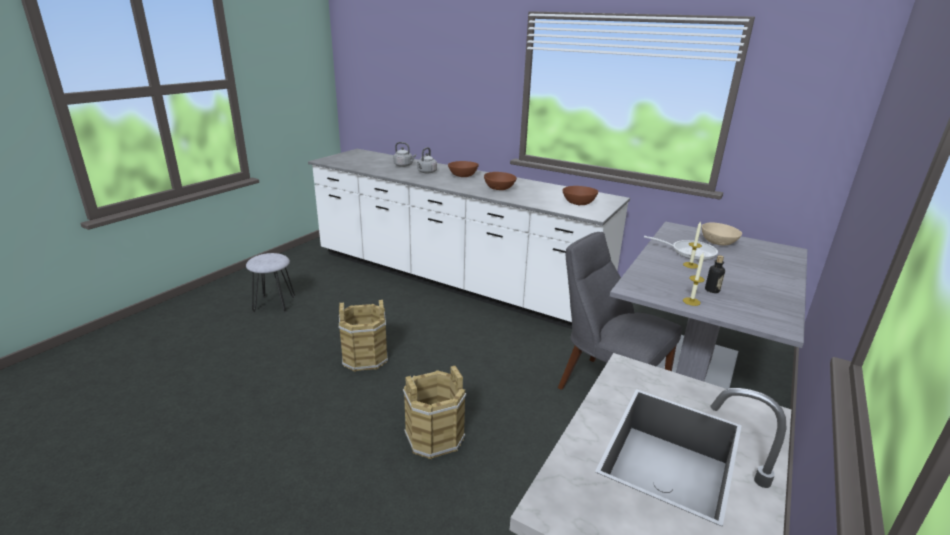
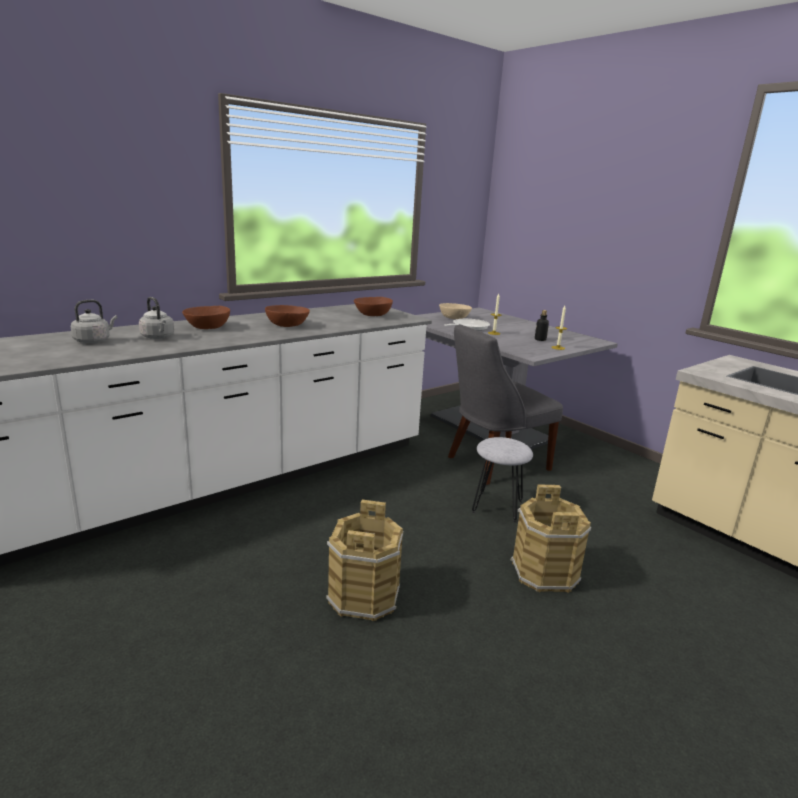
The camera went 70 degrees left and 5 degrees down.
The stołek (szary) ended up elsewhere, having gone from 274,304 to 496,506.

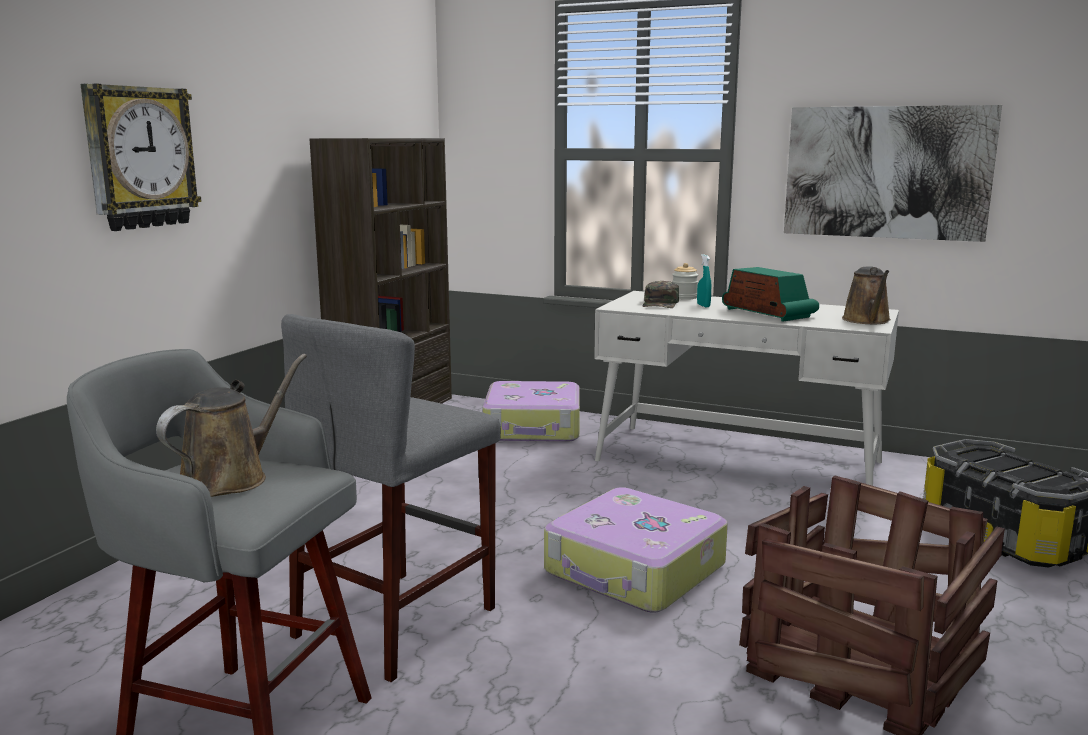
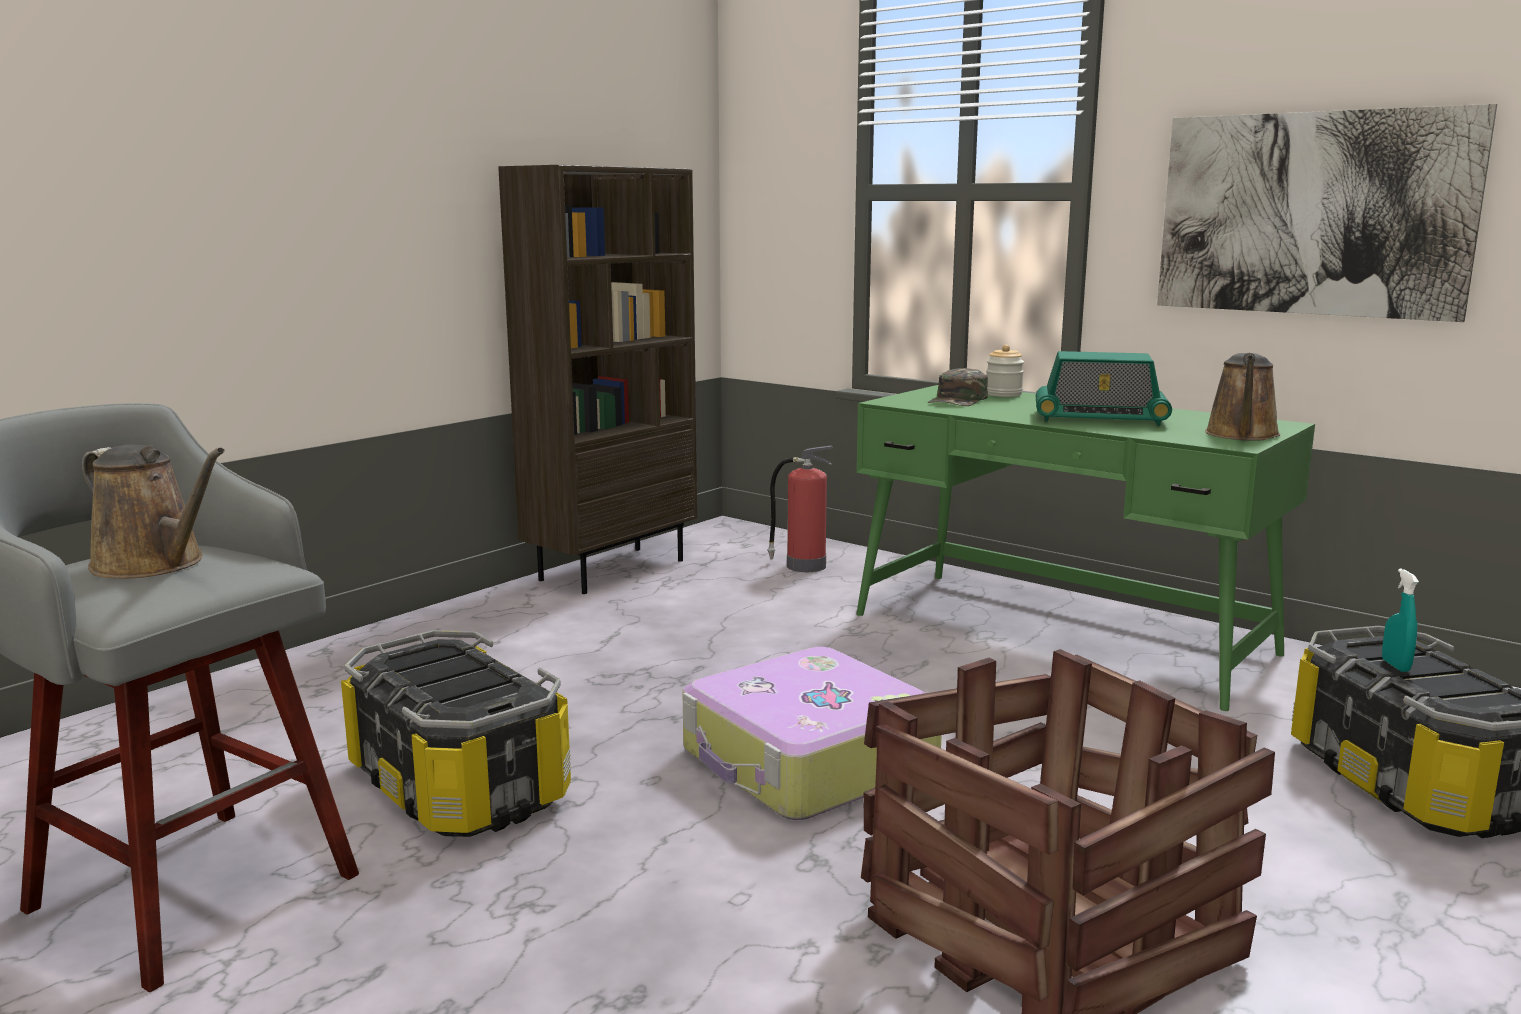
The camera went 15 degrees right and 0 degrees up.
The second view lost the zegar ścienny at 140,157.
The spryskiwacz (turkusowy) ended up elsewhere, having gone from 703,306 to 1395,665.
Where the stołek (szary) stood at 397,622, the pojemnik do przechowywania came to stand at 457,787.
Where the walizka stood at 533,427, the gaśnica came to stand at 803,566.
What was the biurko (biały) at 738,461 turned into the biurko (zielony) at 1060,634.
The konewka (brązowy) at 230,478 ended up facing another way, 75 degrees clockwise from before.
The radio at 768,313 ended up facing another way, 120 degrees clockwise from before.

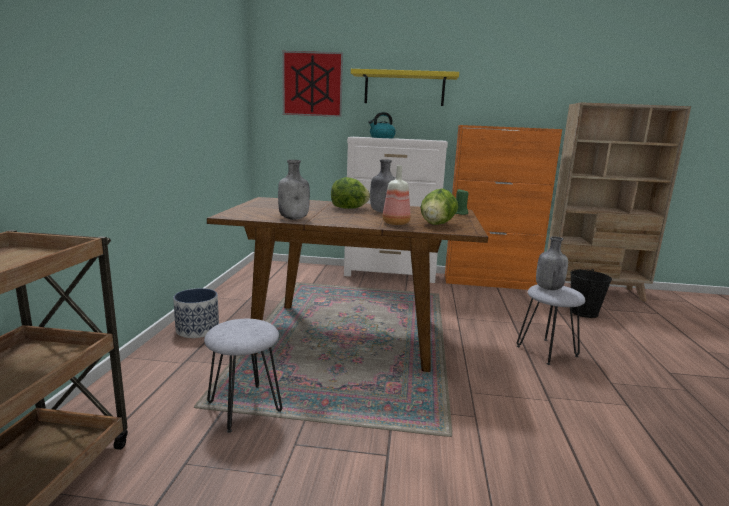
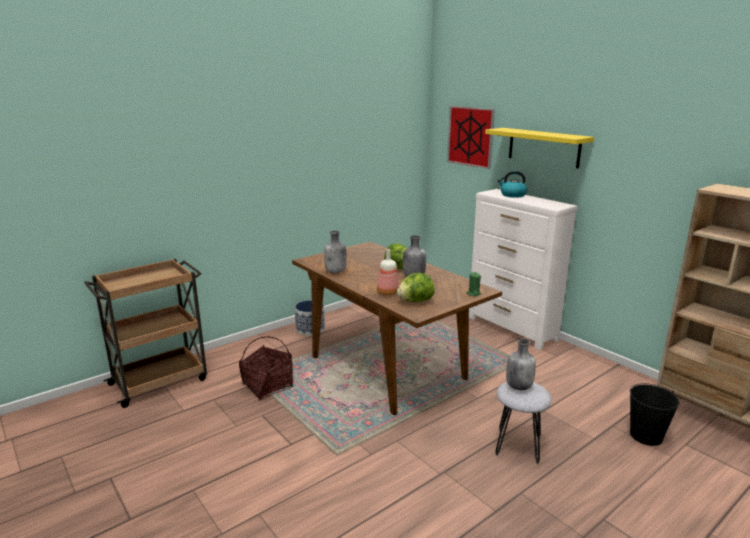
The camera went 45 degrees right and 5 degrees up.
The second view lost the szafka (pomarańczowy) at 490,282.
Where the stołek (szary) stood at 243,408, the koszyk came to stand at 267,386.

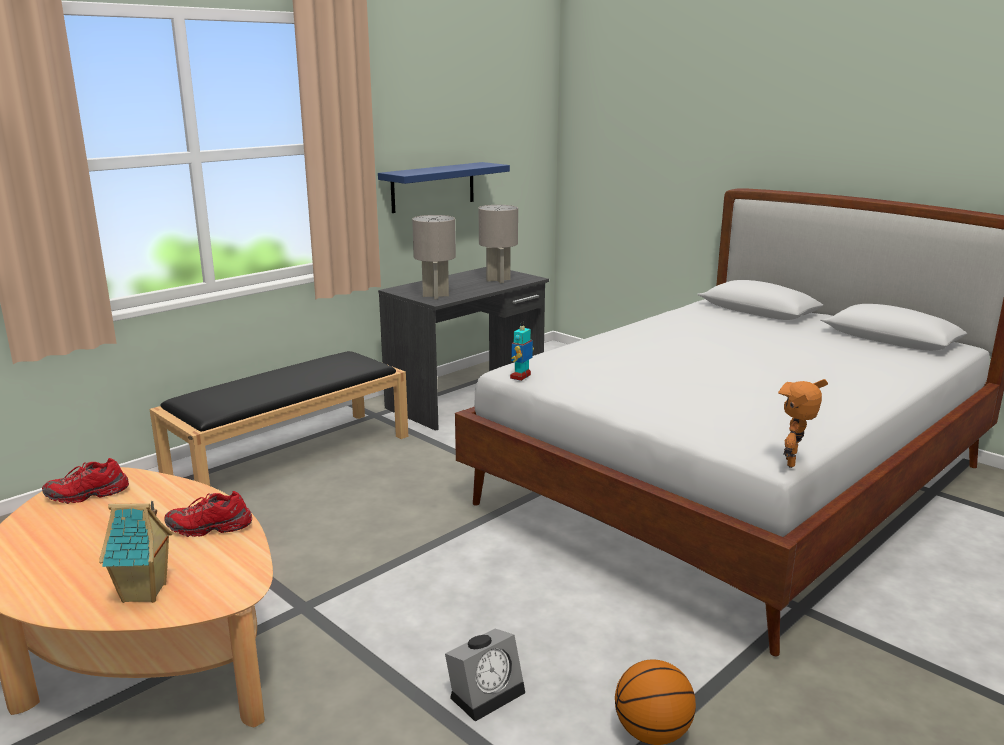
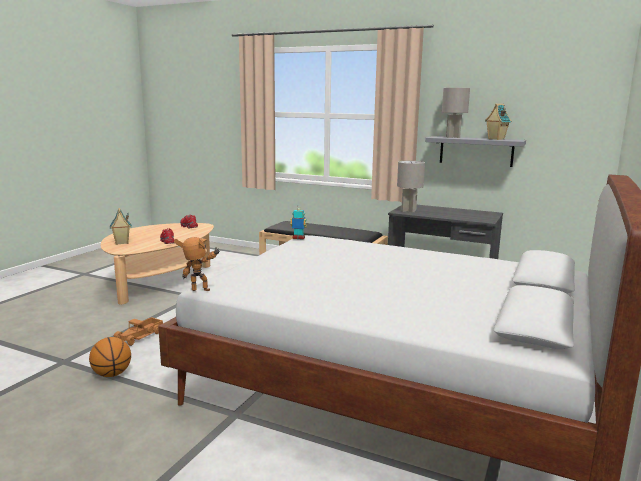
The camera went 70 degrees right and 5 degrees down.
The second view gained the domek at 495,139.
The lampa stołowa (szary) ended up elsewhere, having gone from 497,280 to 452,137.
Where the budzik stood at 487,692, the ciężarówka zabawkowa came to stand at 140,336.
What was the półka (niebieski) at 433,187 turned into the półka (szary) at 476,151.

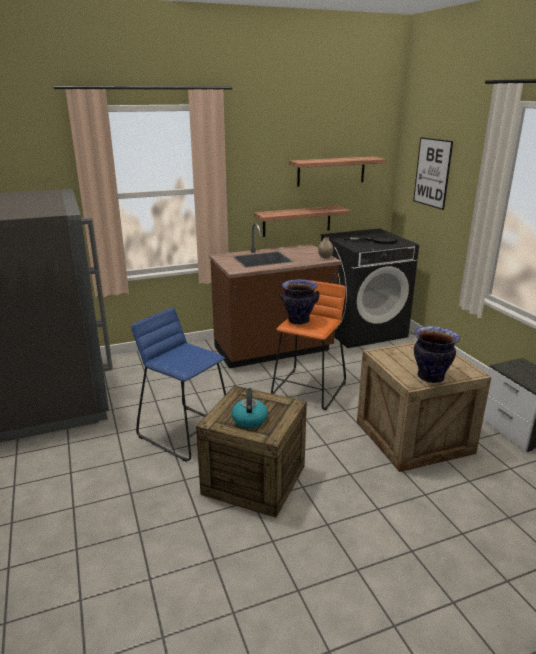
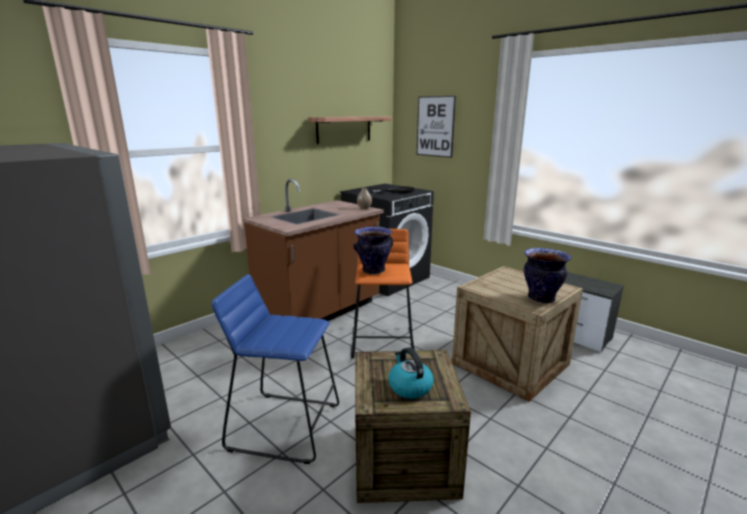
The camera went 25 degrees left and 5 degrees down.
The second view lost the półka at 297,221.

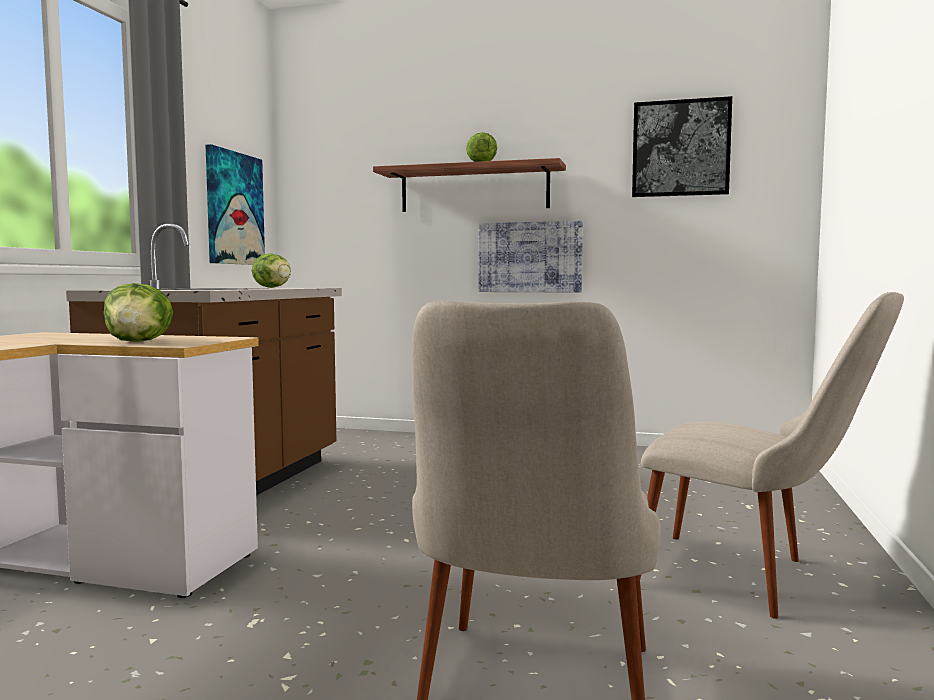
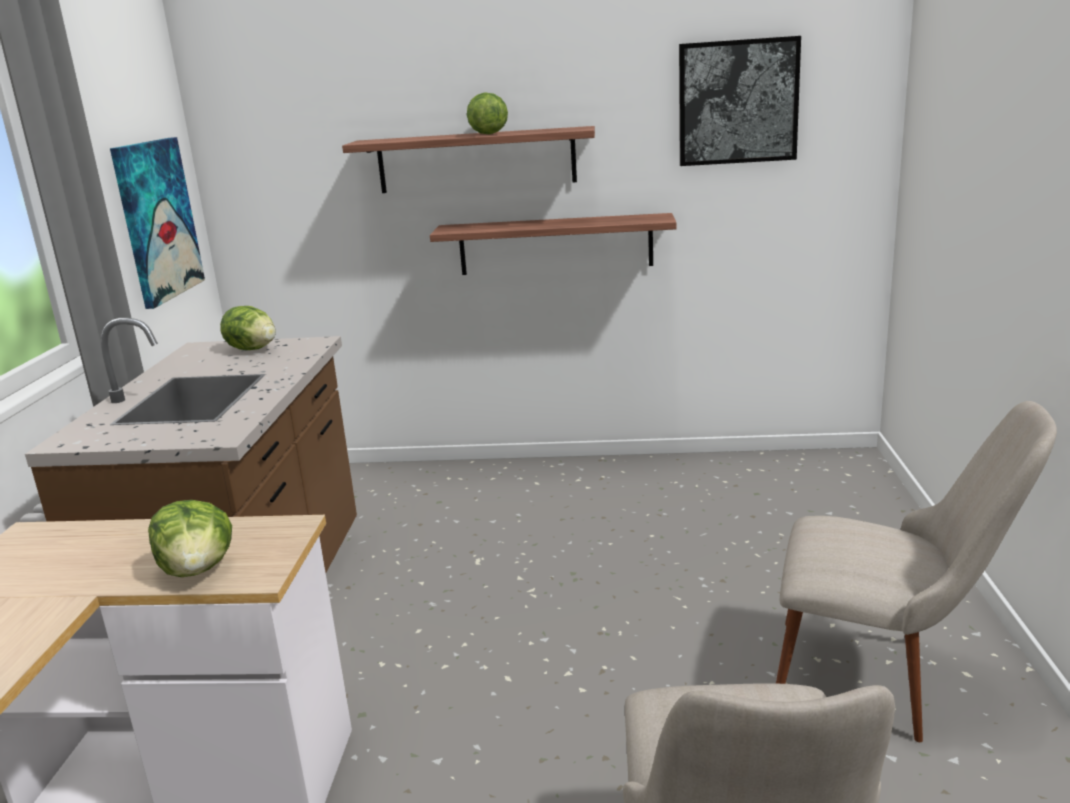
The camera went 10 degrees left and 15 degrees up.
Where the obraz hung at 530,257, the półka came to hang at 555,244.

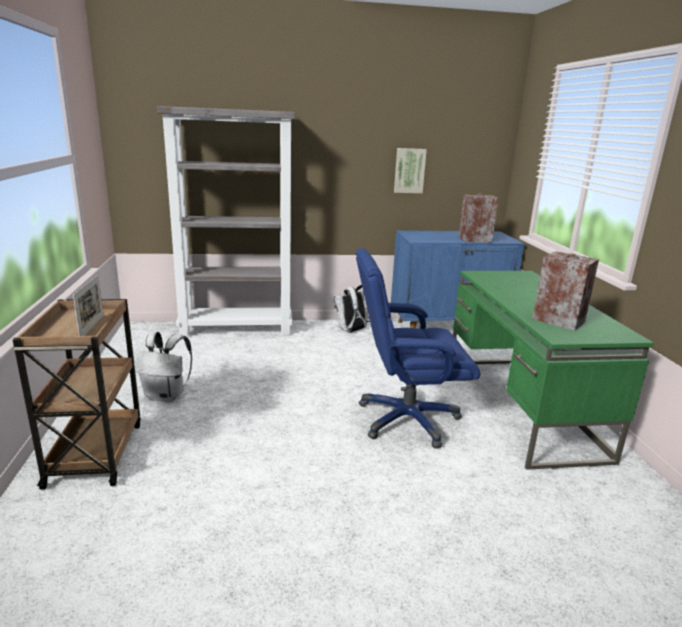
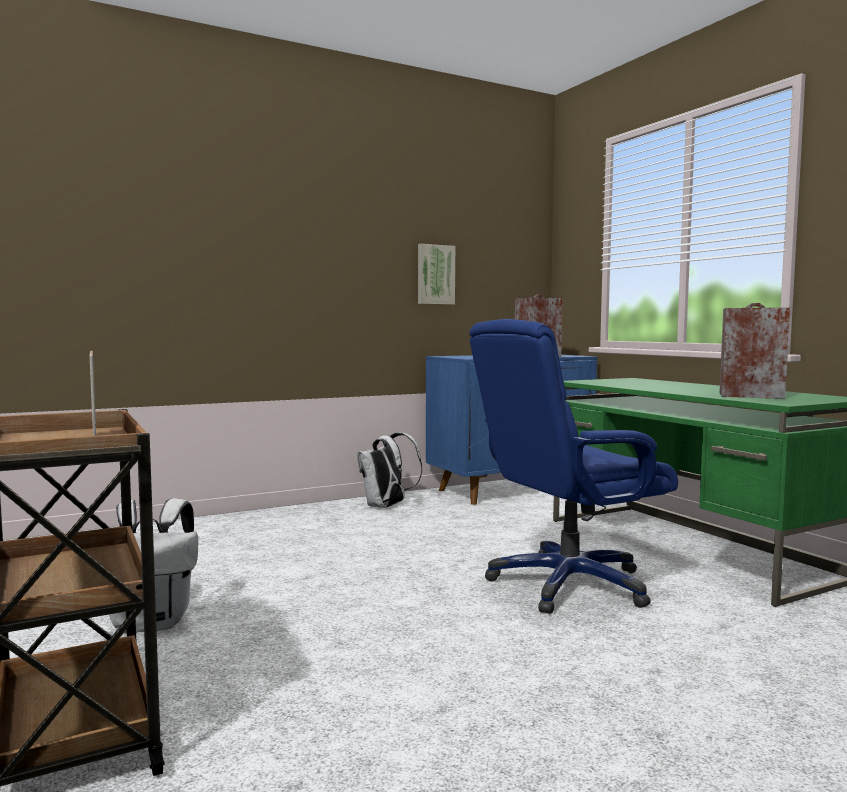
The camera went 20 degrees left and 15 degrees down.
The second view lost the regał (szary) at 237,329.

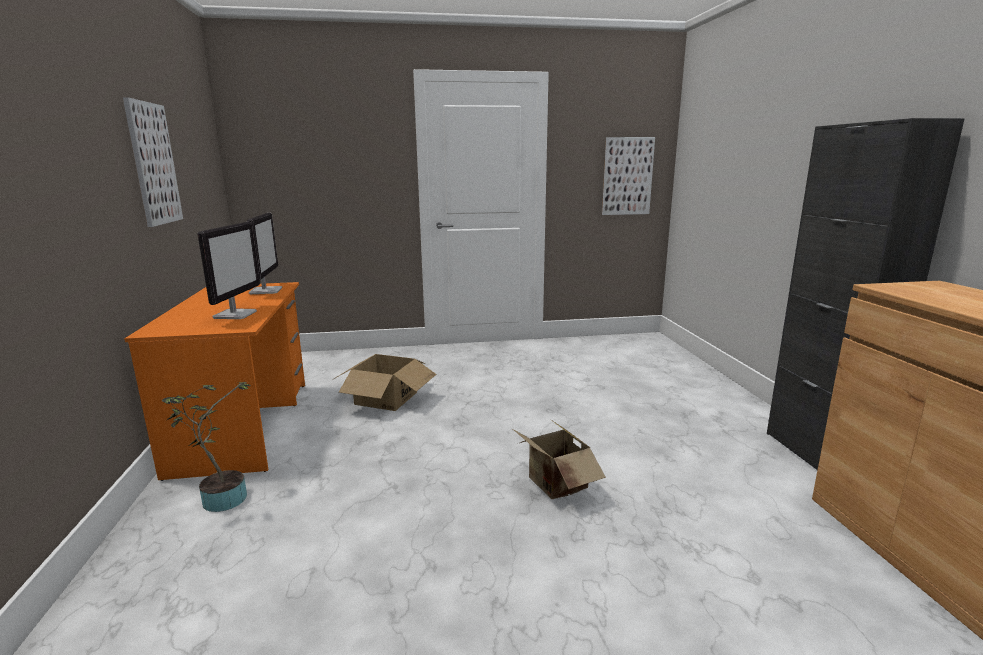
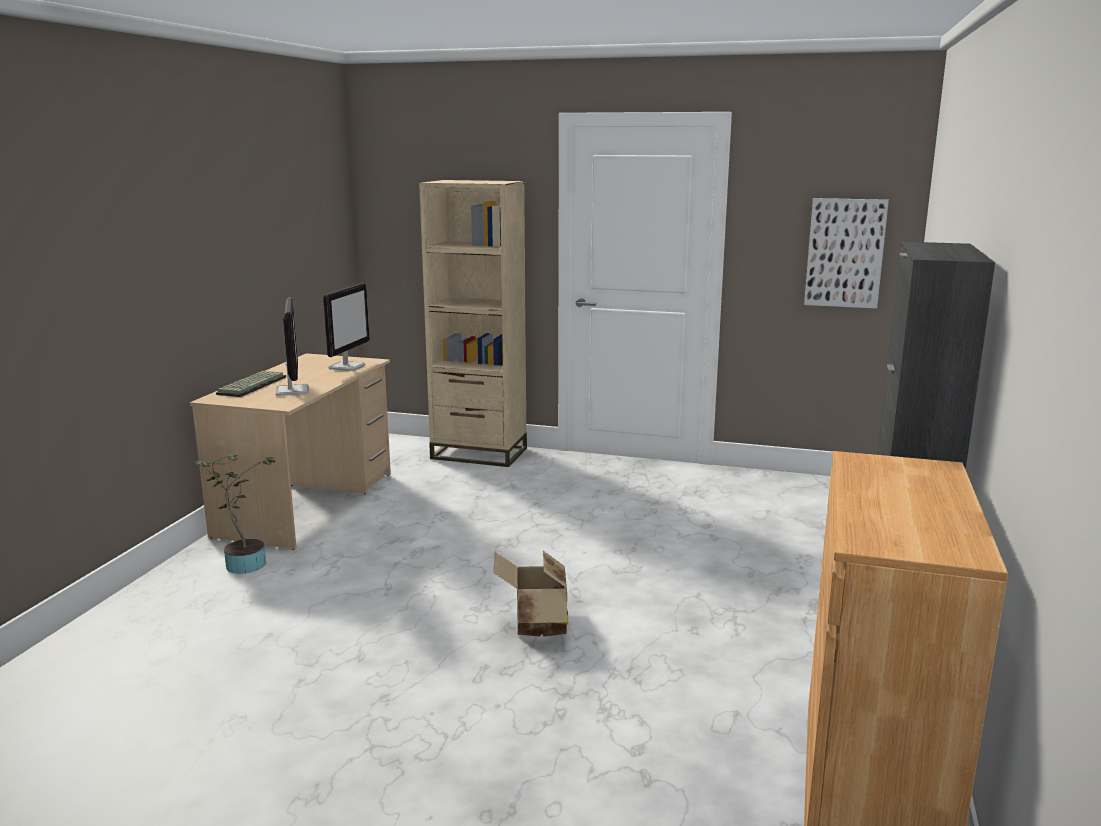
The camera went 25 degrees right and 0 degrees up.
The second view lost the obraz at 153,164.
The second view lost the karton at 386,398.
The second view gained the klawiatura at 251,385.
The second view gained the regał (beżowy) at 479,453.
What was the biurko (pomarańczowy) at 245,425 turned into the biurko (beżowy) at 307,504.
The monitor at 235,315 ended up facing another way, 45 degrees counterclockwise from before.

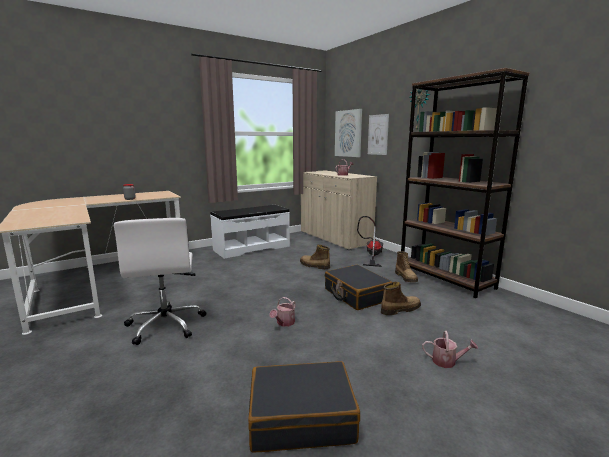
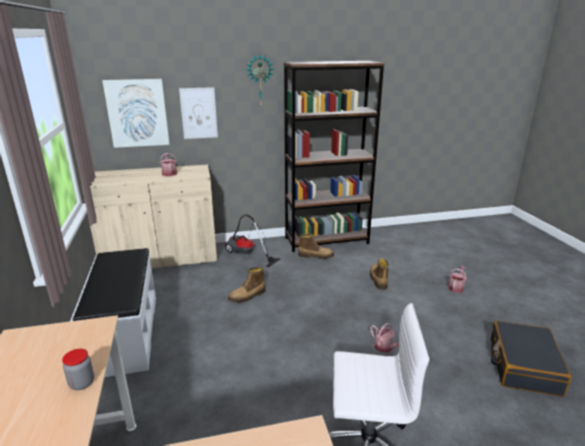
The camera went 70 degrees left and 10 degrees up.
The second view lost the walizka (czarny) at 356,295.

